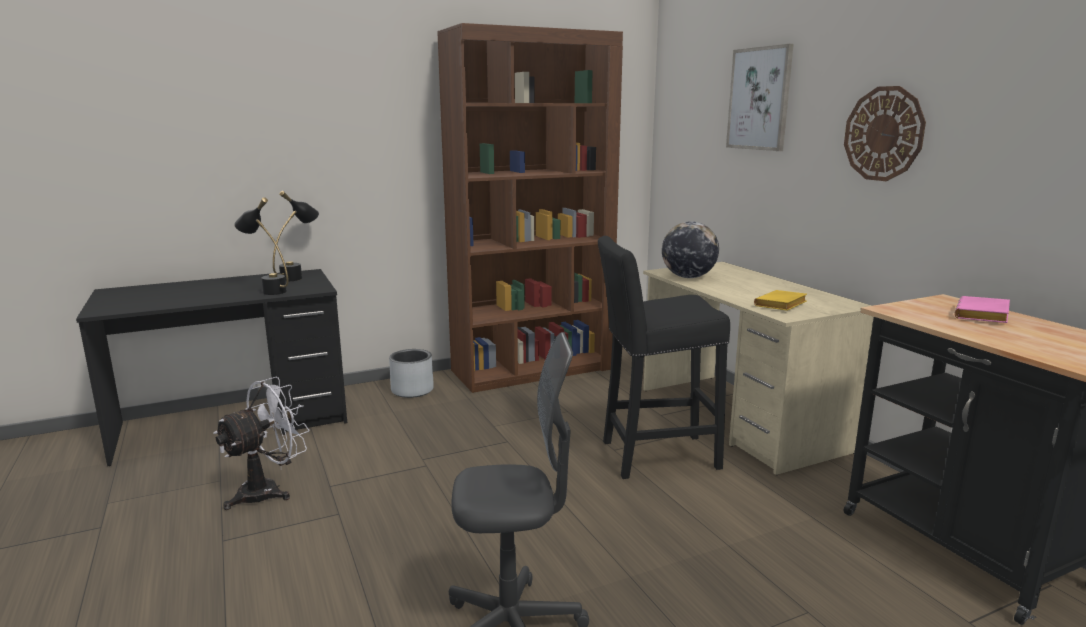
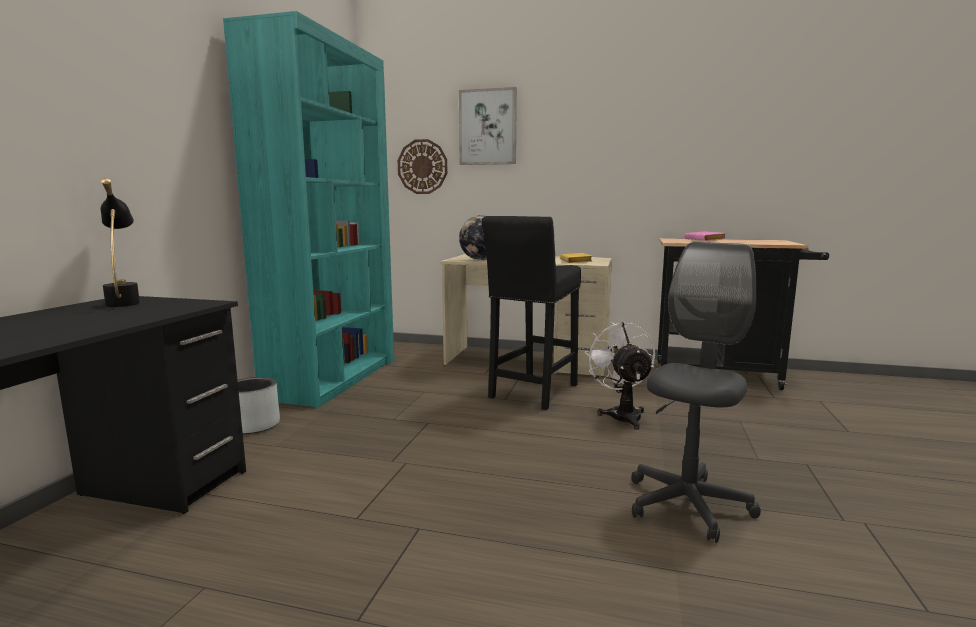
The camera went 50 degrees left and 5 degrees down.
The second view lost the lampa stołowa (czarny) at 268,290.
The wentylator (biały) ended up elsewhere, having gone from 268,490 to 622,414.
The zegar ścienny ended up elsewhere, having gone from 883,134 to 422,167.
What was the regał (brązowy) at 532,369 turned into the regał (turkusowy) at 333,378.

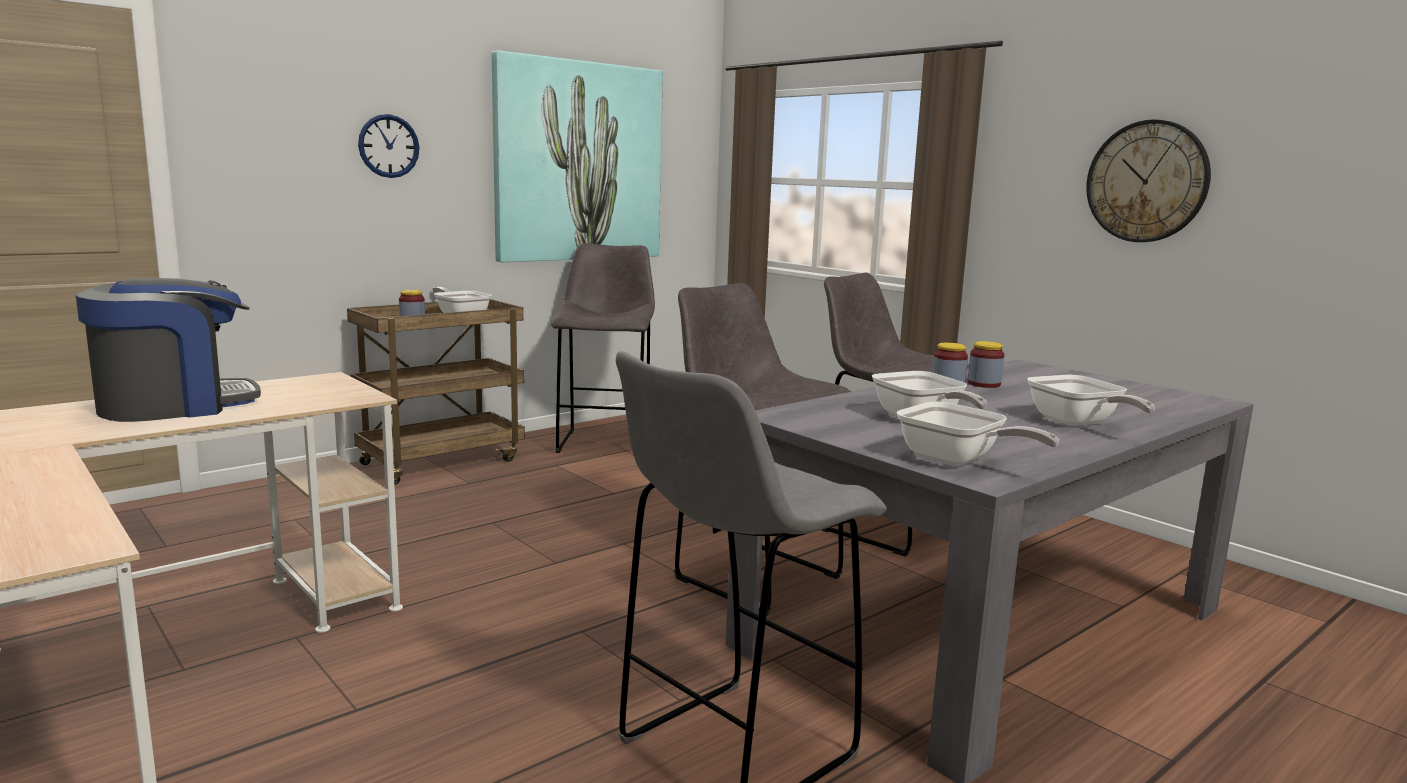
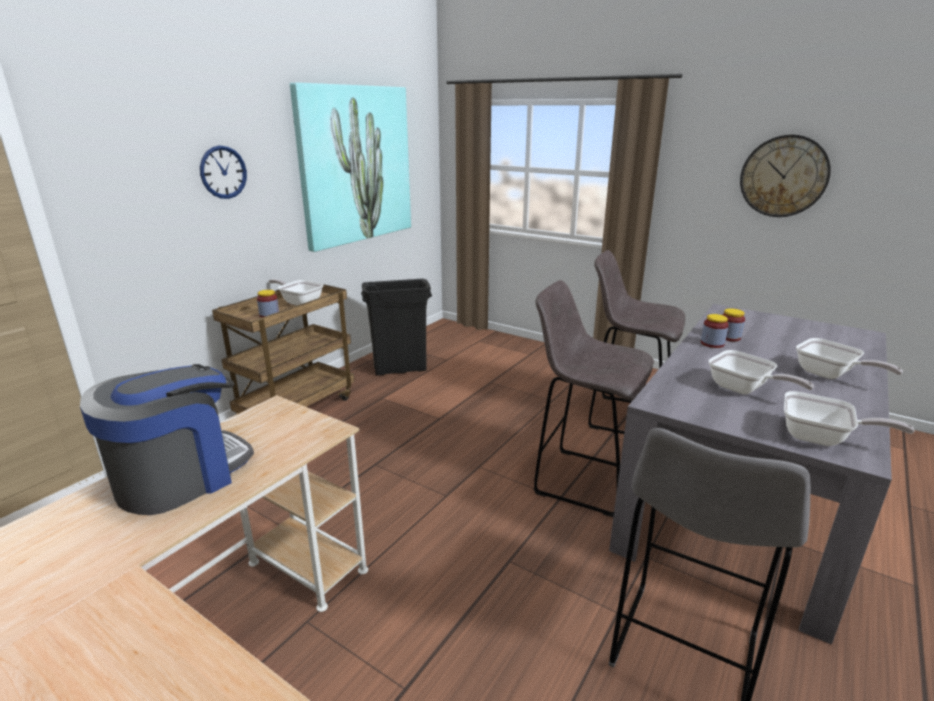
The camera went 15 degrees left and 10 degrees up.
Where the stołek (szary) stood at 605,442, the kosz na śmieci (czarny) came to stand at 400,369.

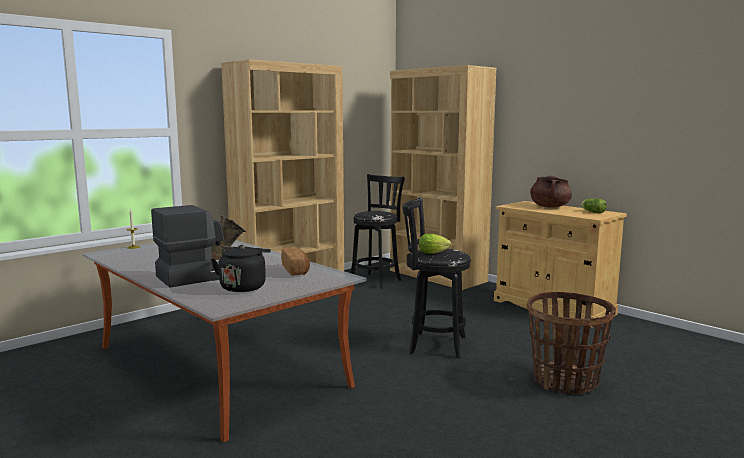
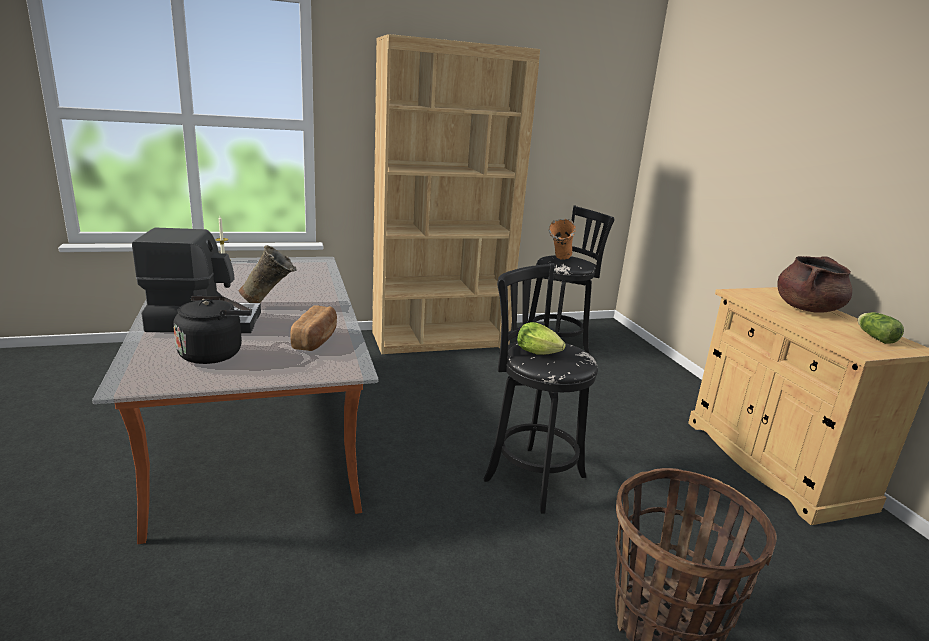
The camera went 25 degrees right and 10 degrees up.
The second view lost the regał (brązowy) at 437,276.
The second view gained the wazon (pomarańczowy) at 559,261.

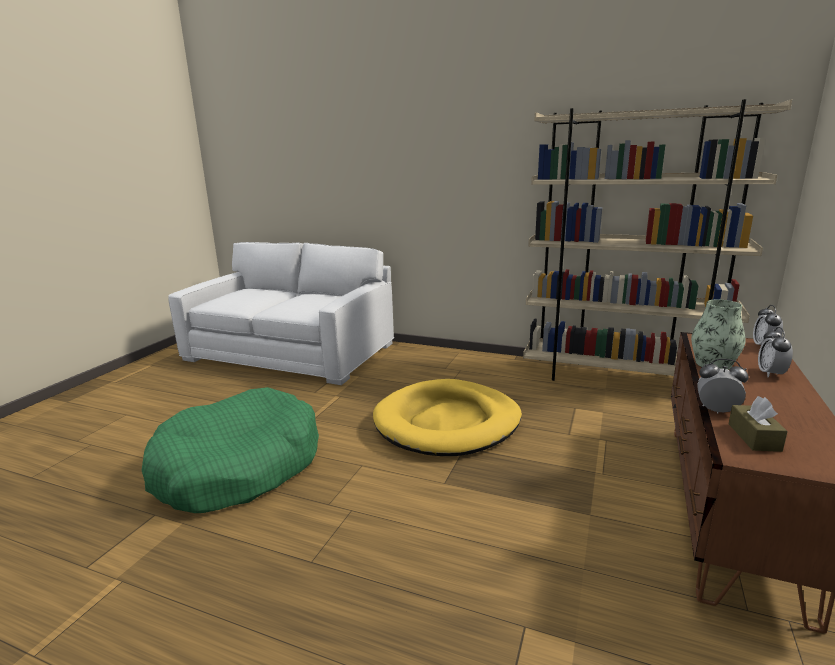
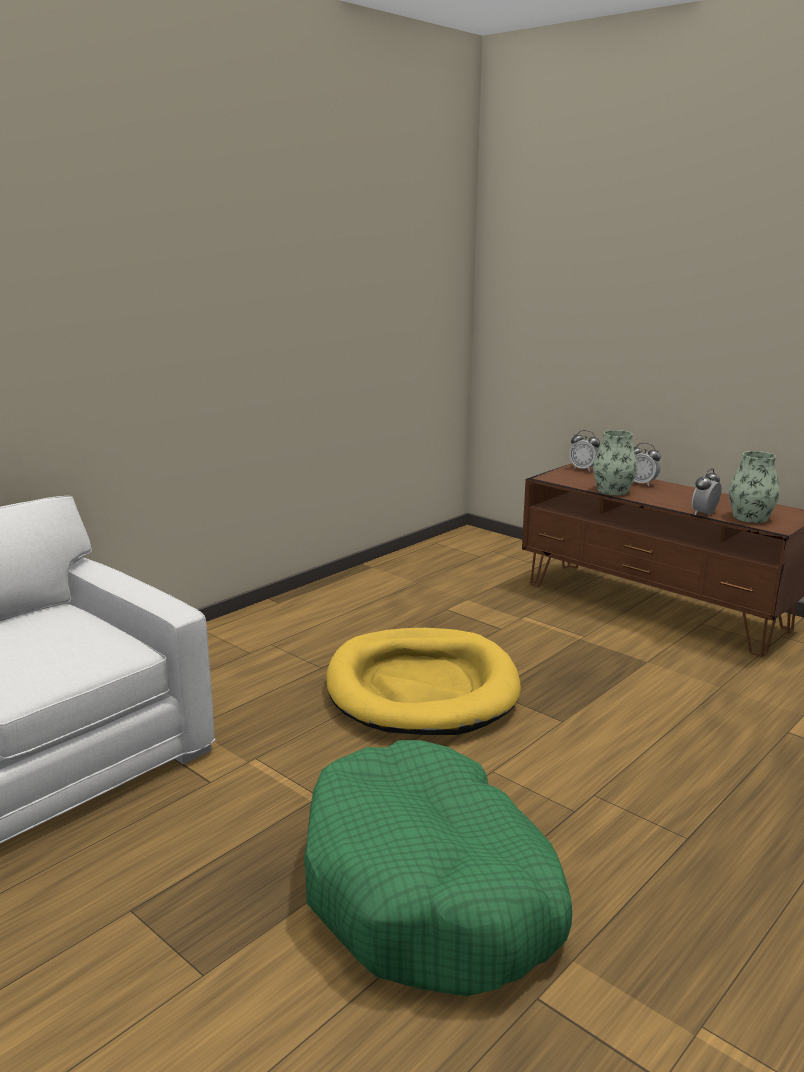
The camera went 70 degrees left and 0 degrees up.
The second view lost the regał (beżowy) at 621,378.
Where the pudełko chusteczek (brązowy) stood at 754,437, the wazon came to stand at 750,517.

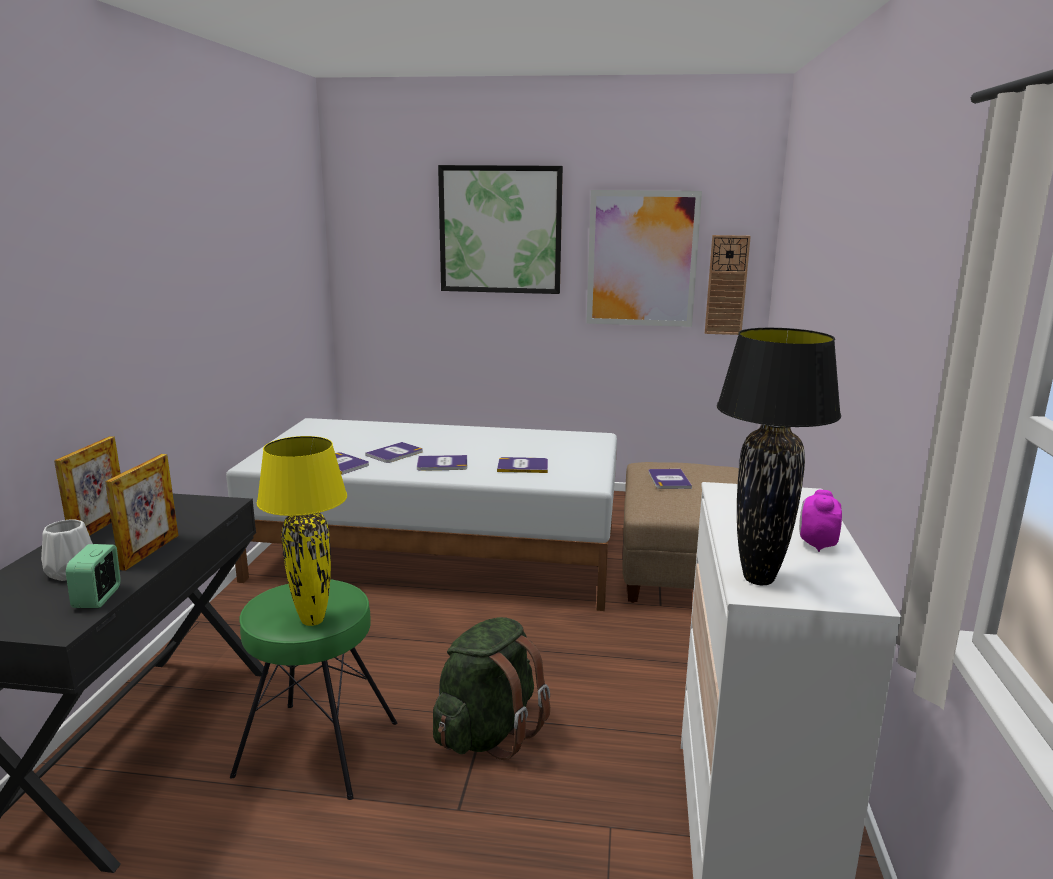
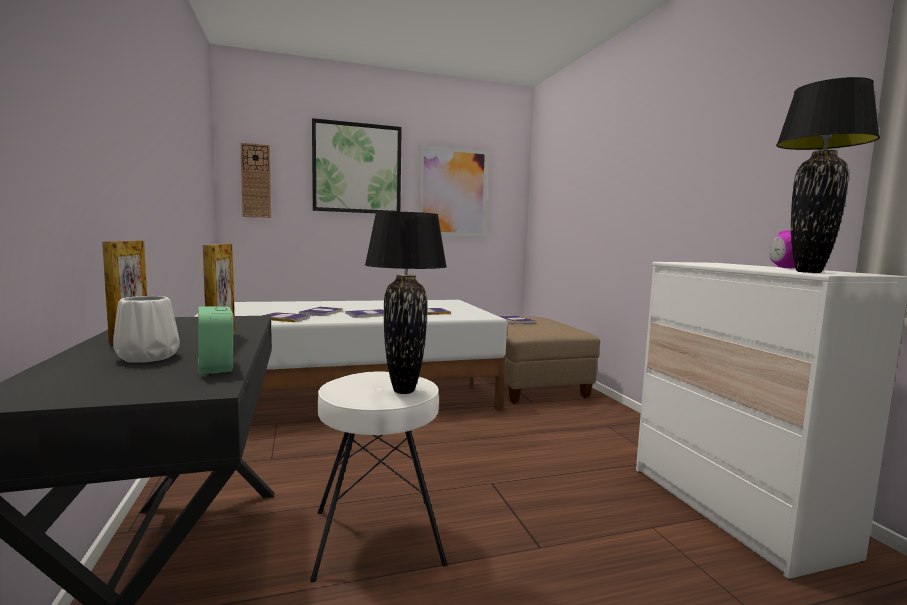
The camera went 25 degrees left and 10 degrees down.
The second view lost the plecak (zielony) at 488,733.
The zegar ścienny ended up elsewhere, having gone from 726,285 to 256,181.
What was the stołek (zielony) at 317,749 turned into the stołek (biały) at 377,537.
What was the lampa stołowa (żółty) at 312,621 turned into the lampa stołowa (czarny) at 404,391.

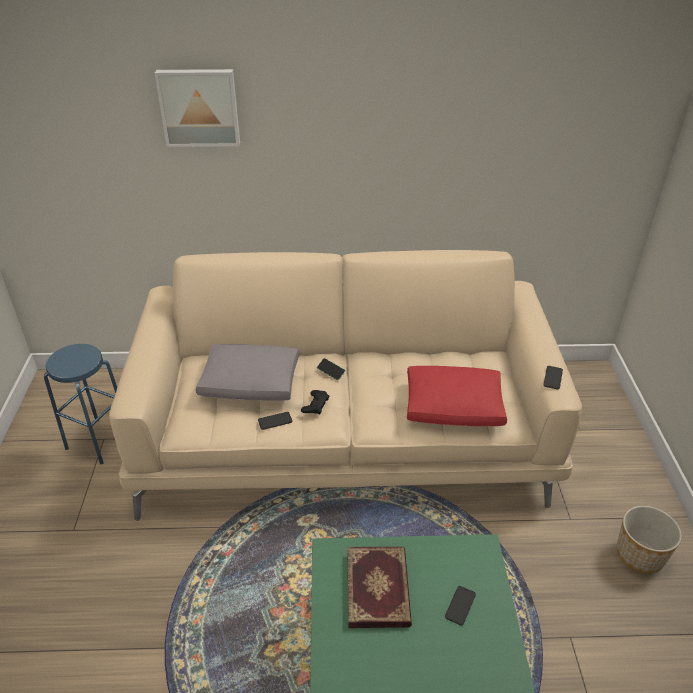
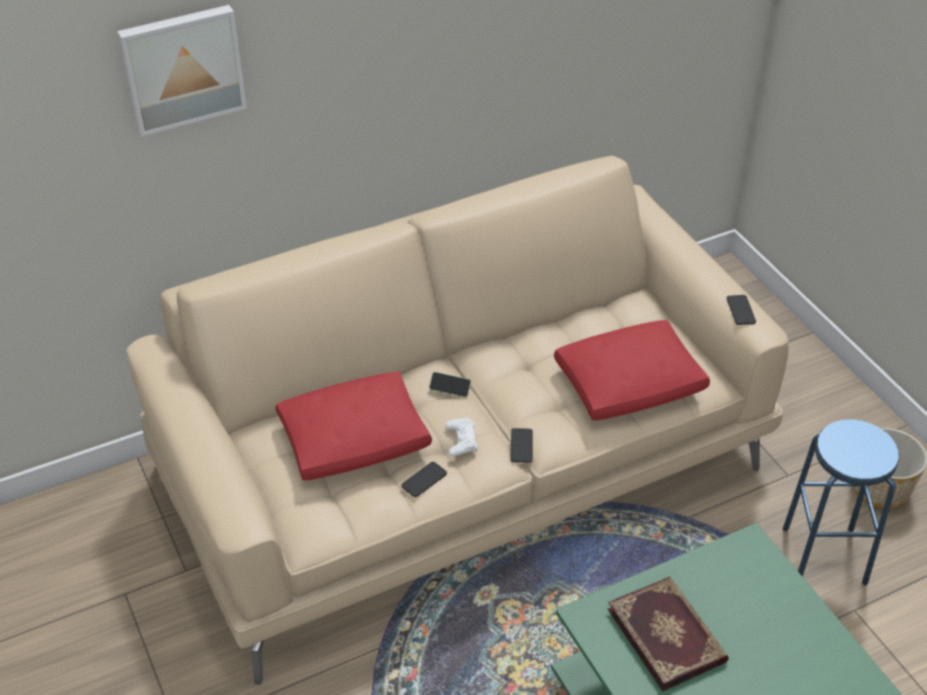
The camera went 25 degrees left and 5 degrees up.
The stołek (niebieski) ended up elsewhere, having gone from 99,441 to 824,555.
The telefon ended up elsewhere, having gone from 460,605 to 521,446.
What was the poduszka (szary) at 251,383 turned into the poduszka (czerwony) at 355,439.
What was the pad do gier (czarny) at 315,405 turned into the pad do gier (biały) at 461,440.

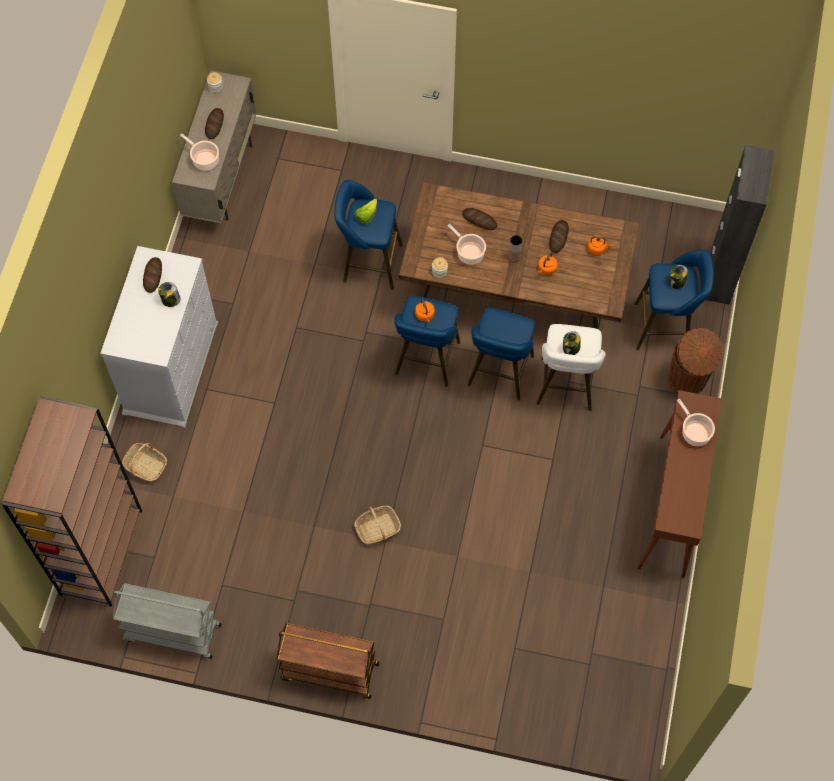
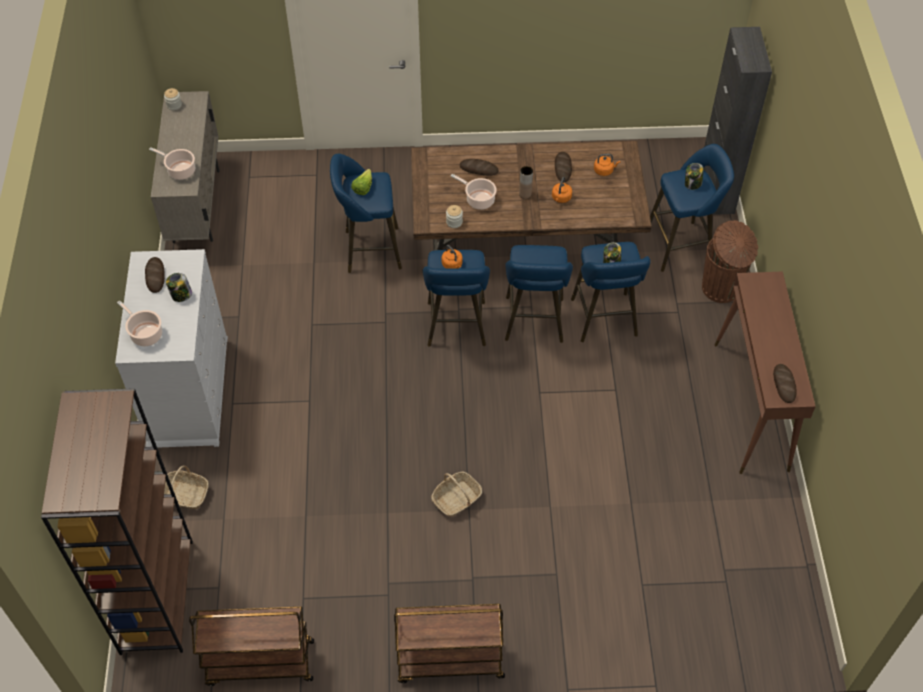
The camera went 15 degrees left and 10 degrees down.
The chleb ended up elsewhere, having gone from 214,124 to 784,384.
The garnek ended up elsewhere, having gone from 694,432 to 145,333.
What was the wózek (szary) at 171,633 turned into the wózek (brązowy) at 259,663.
What was the stołek (biały) at 565,388 turned into the stołek (niebieski) at 605,321.

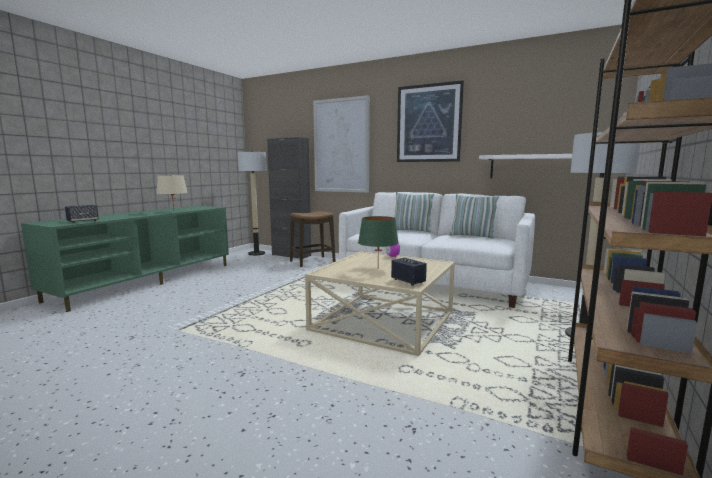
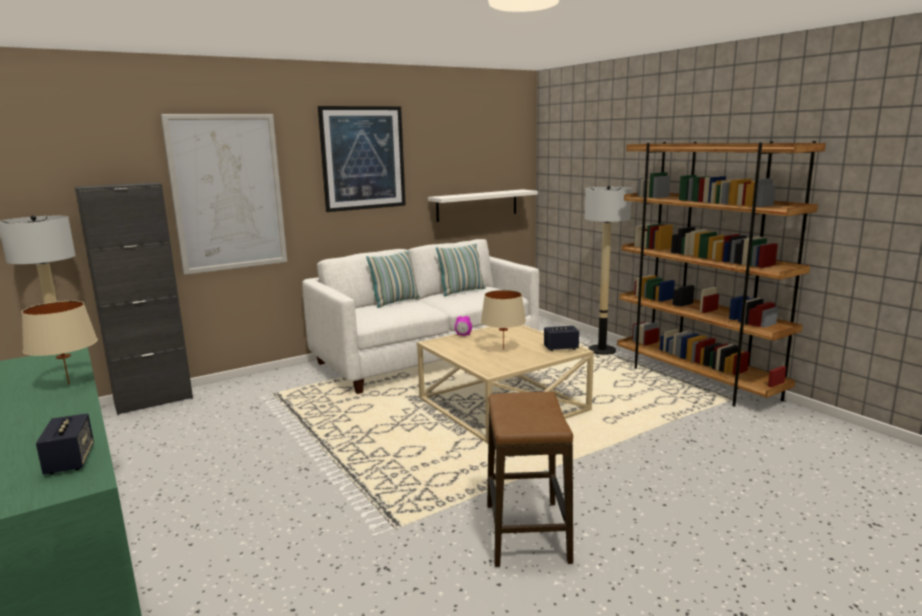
The camera went 60 degrees left and 5 degrees up.
The stołek ended up elsewhere, having gone from 312,262 to 527,533.
What was the lampa stołowa (zielony) at 378,268 turned into the lampa stołowa (beżowy) at 503,349.

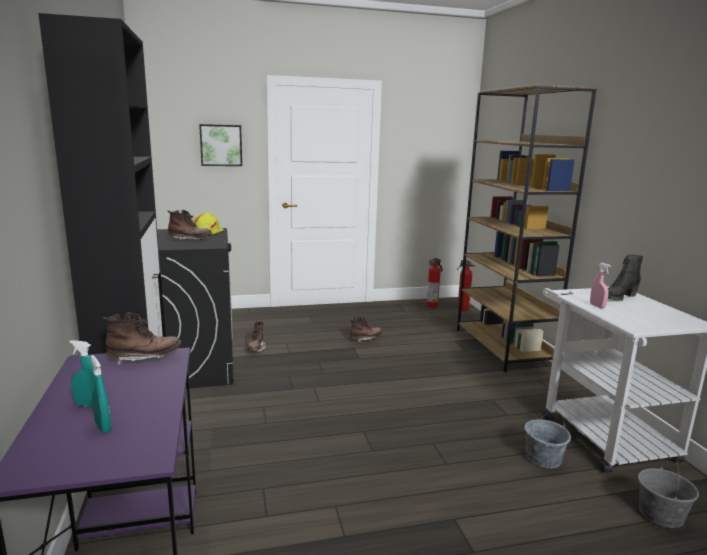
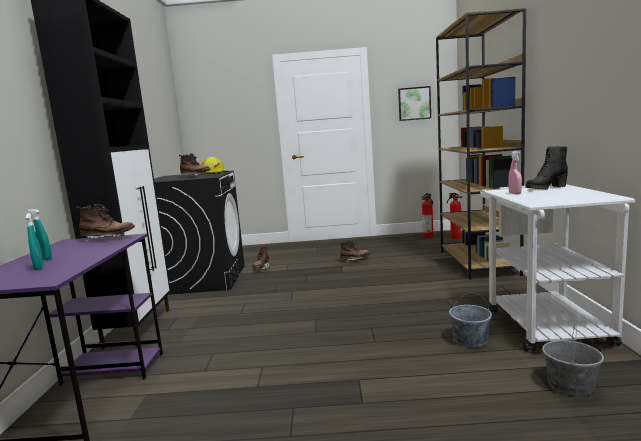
The camera went 15 degrees right and 5 degrees down.
The obraz ended up elsewhere, having gone from 221,145 to 414,103.

